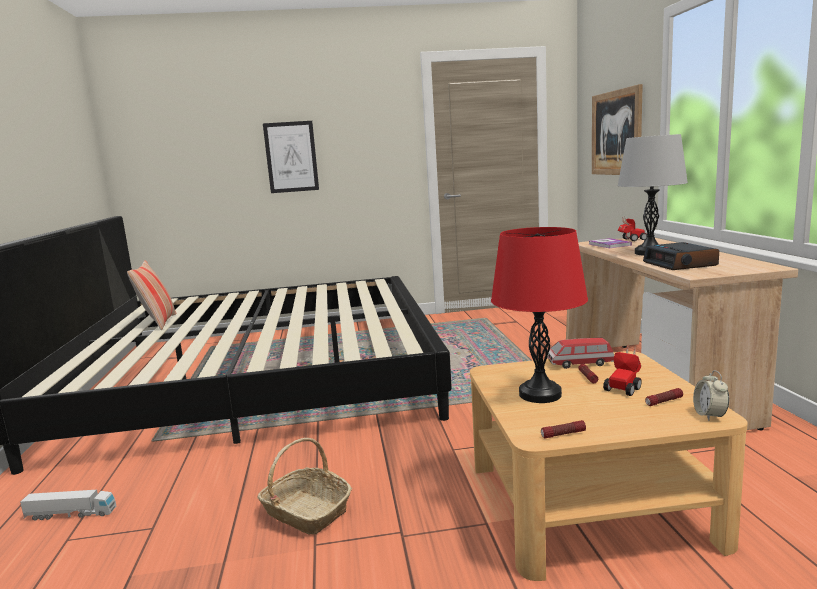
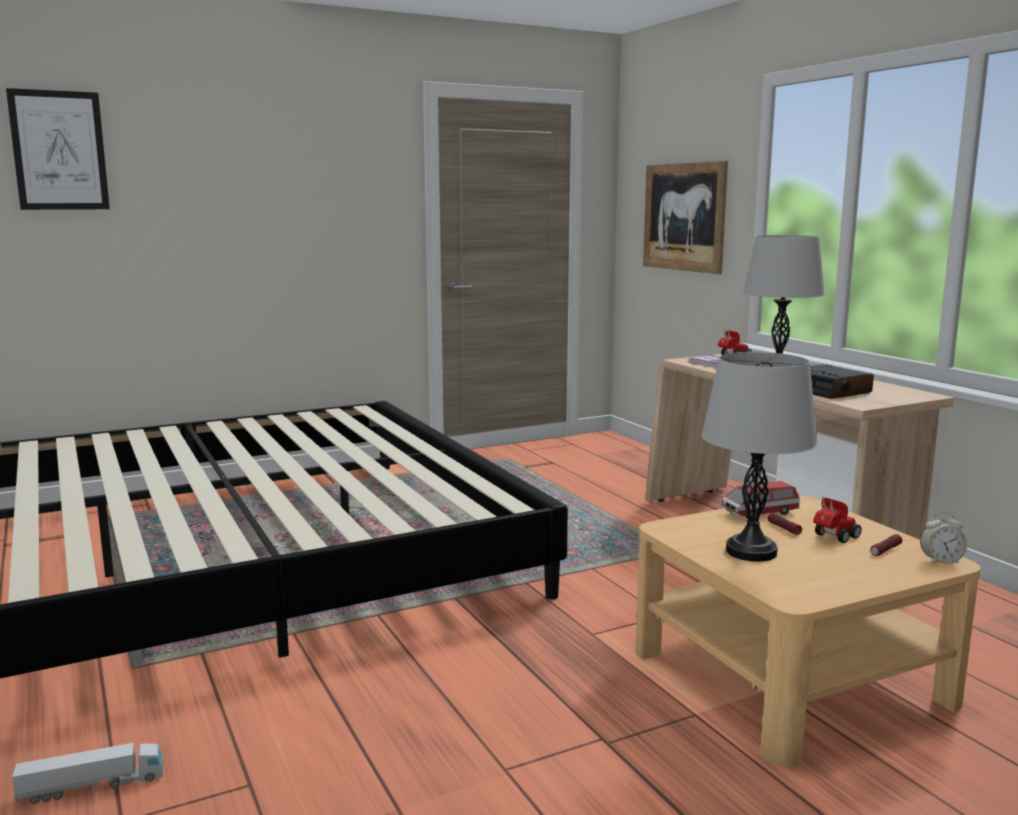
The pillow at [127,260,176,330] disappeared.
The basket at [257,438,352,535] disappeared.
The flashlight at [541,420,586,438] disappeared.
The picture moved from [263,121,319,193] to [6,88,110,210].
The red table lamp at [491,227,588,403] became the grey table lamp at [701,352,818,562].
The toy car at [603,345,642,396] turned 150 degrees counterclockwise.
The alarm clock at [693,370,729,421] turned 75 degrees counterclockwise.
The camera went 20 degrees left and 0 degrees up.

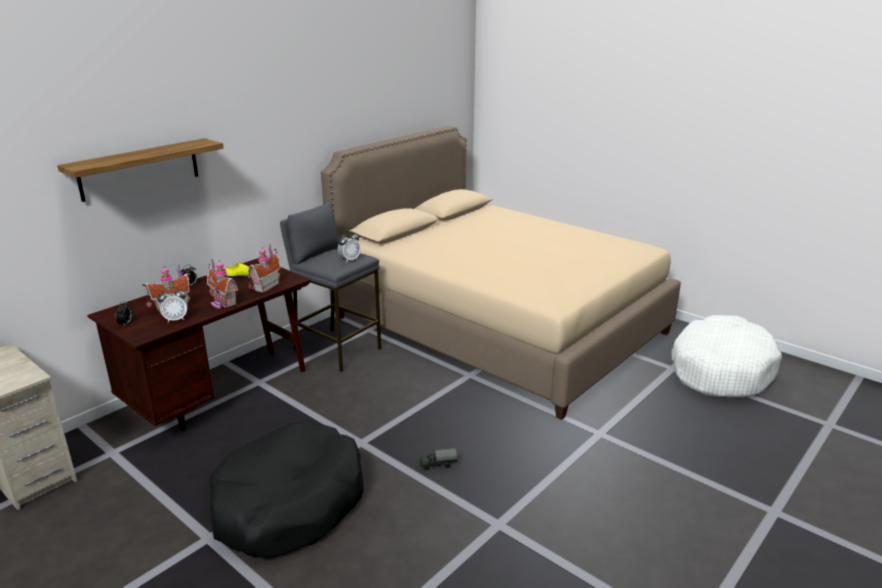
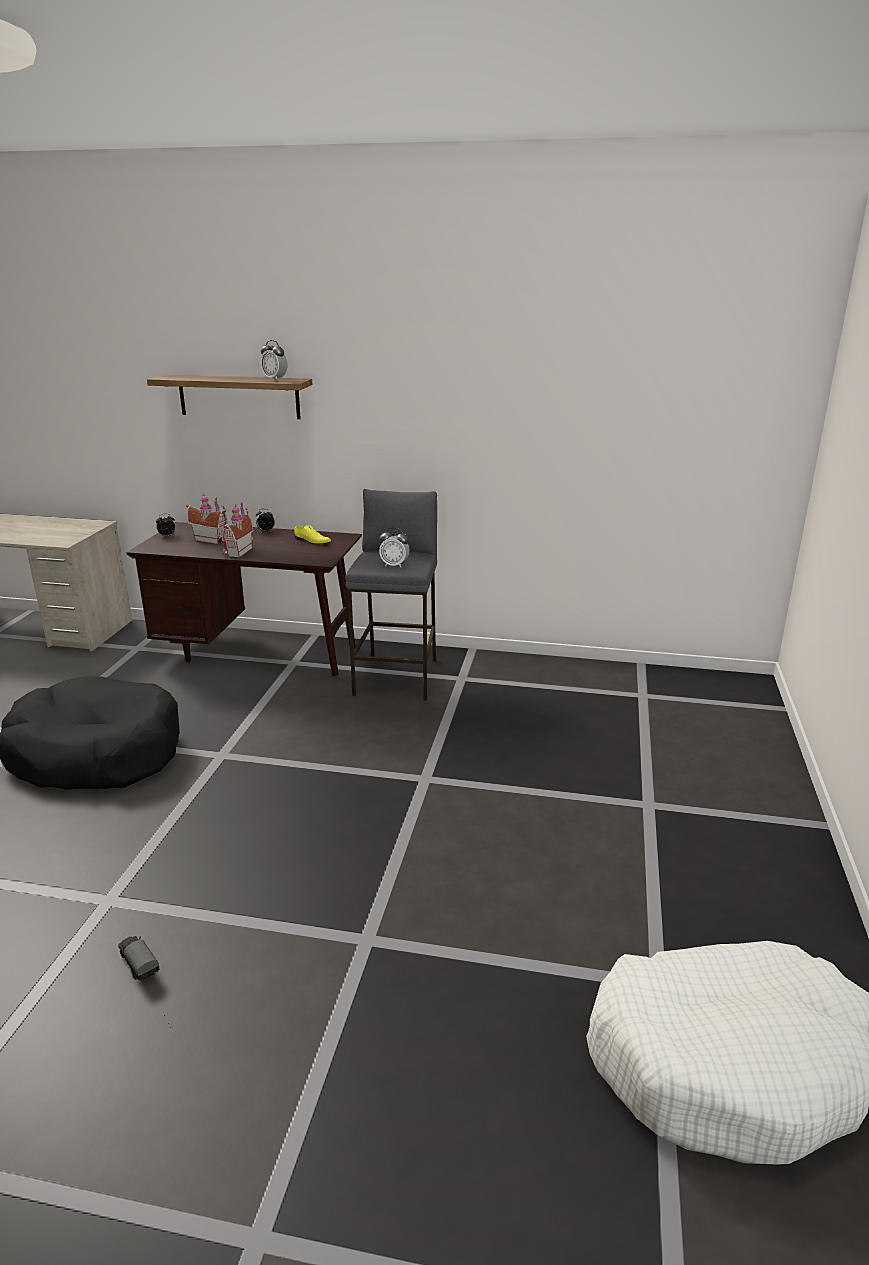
The toy house at [248,244,280,293] disappeared.
The beige bed at [321,126,681,420] disappeared.
The alarm clock moved from [157,287,187,322] to [260,340,288,381].
The toy truck moved from [420,448,457,470] to [118,936,160,980].
The camera went 60 degrees right and 0 degrees up.

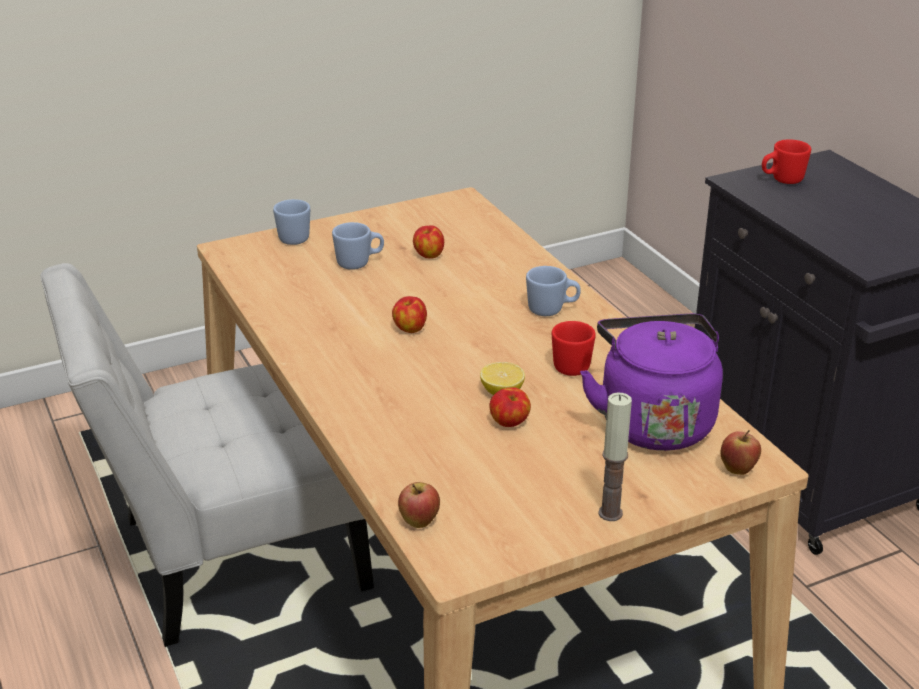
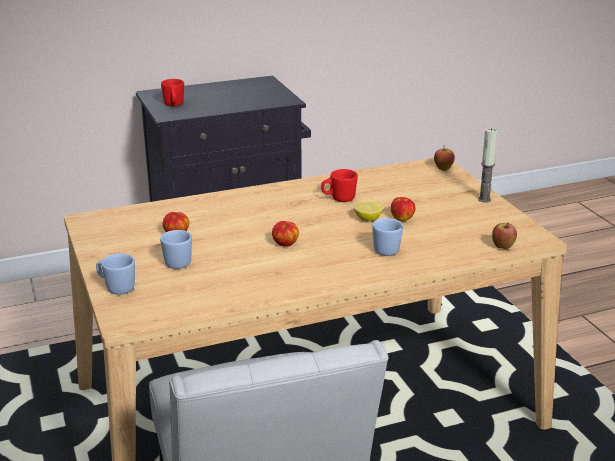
The purple kettle at [580,314,723,451] disappeared.
The blue mug moved from [526,266,581,316] to [372,218,403,256].
The camera went 85 degrees left and 5 degrees down.

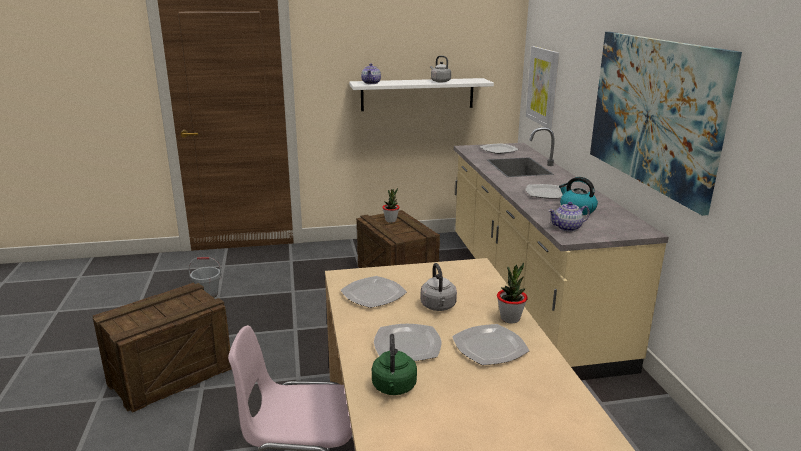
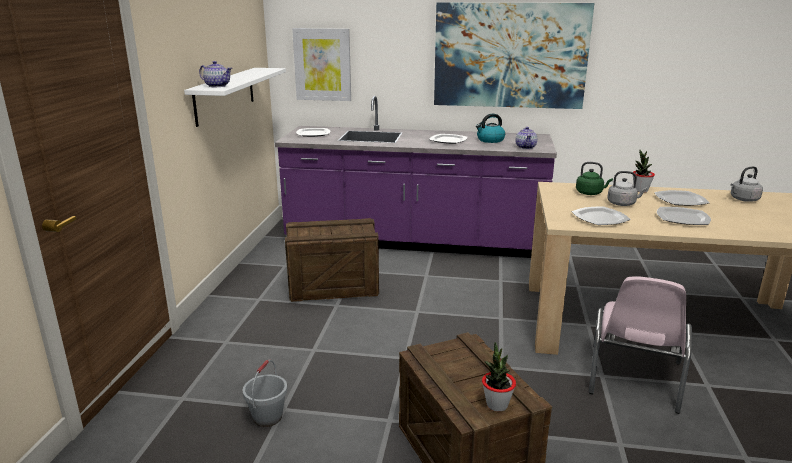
The green kettle moved from [372,334,417,395] to [576,162,613,195].
The potted plant moved from [382,188,400,223] to [482,342,516,412].
The grey kettle moved from [430,56,451,82] to [730,166,763,202].
The beige counter at [454,127,669,380] became the purple counter at [275,96,557,258].
The camera went 70 degrees left and 0 degrees up.

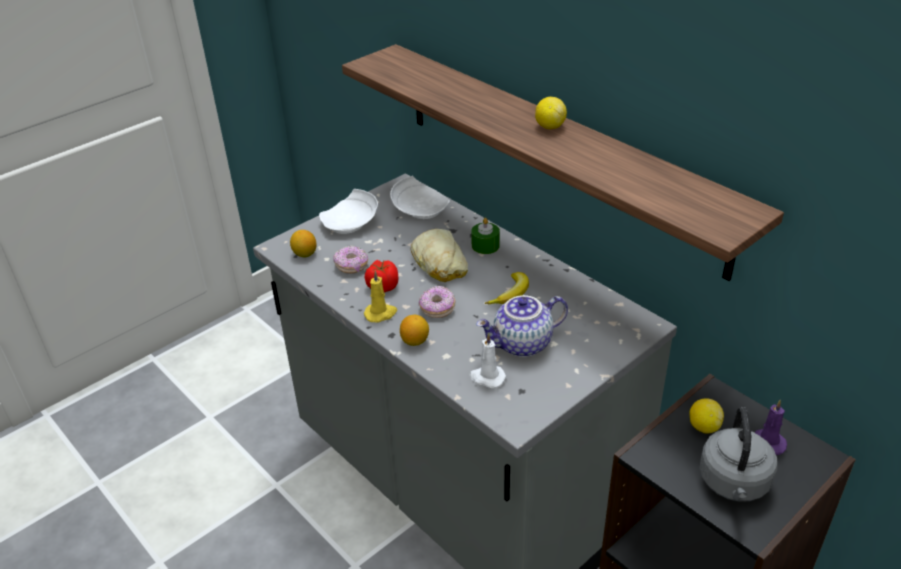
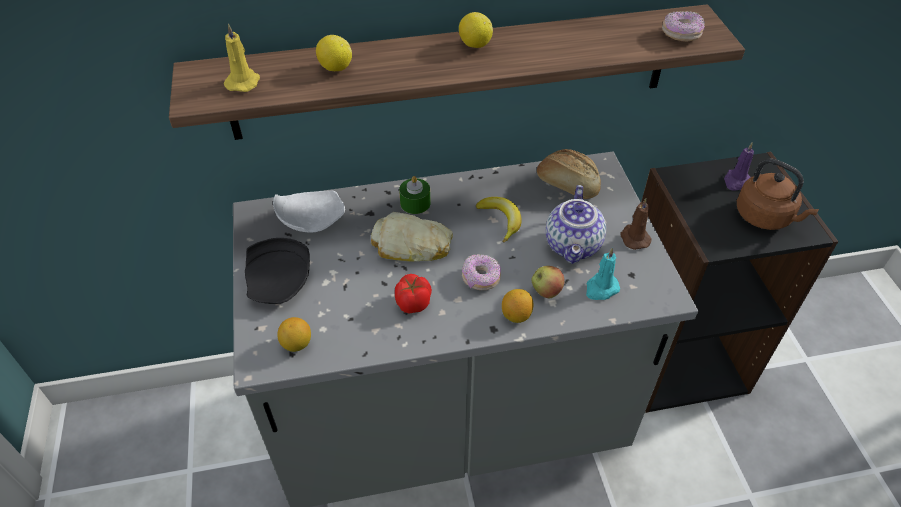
The apple at [531,266,565,298] appeared.
The bread at [537,149,601,199] appeared.
The brown candle at [620,198,652,250] appeared.
The donut moved from [333,245,368,274] to [662,11,705,42].
The yellow candle moved from [364,270,397,323] to [224,23,260,92].
The lemon moved from [689,399,724,434] to [316,35,352,71].
The white plate at [319,189,378,234] became the black plate at [245,238,310,304].
The white candle at [469,333,506,388] became the turquoise candle at [586,248,620,300].
The grey kettle at [699,407,777,502] became the brown kettle at [737,158,819,230].
The camera went 60 degrees left and 10 degrees up.

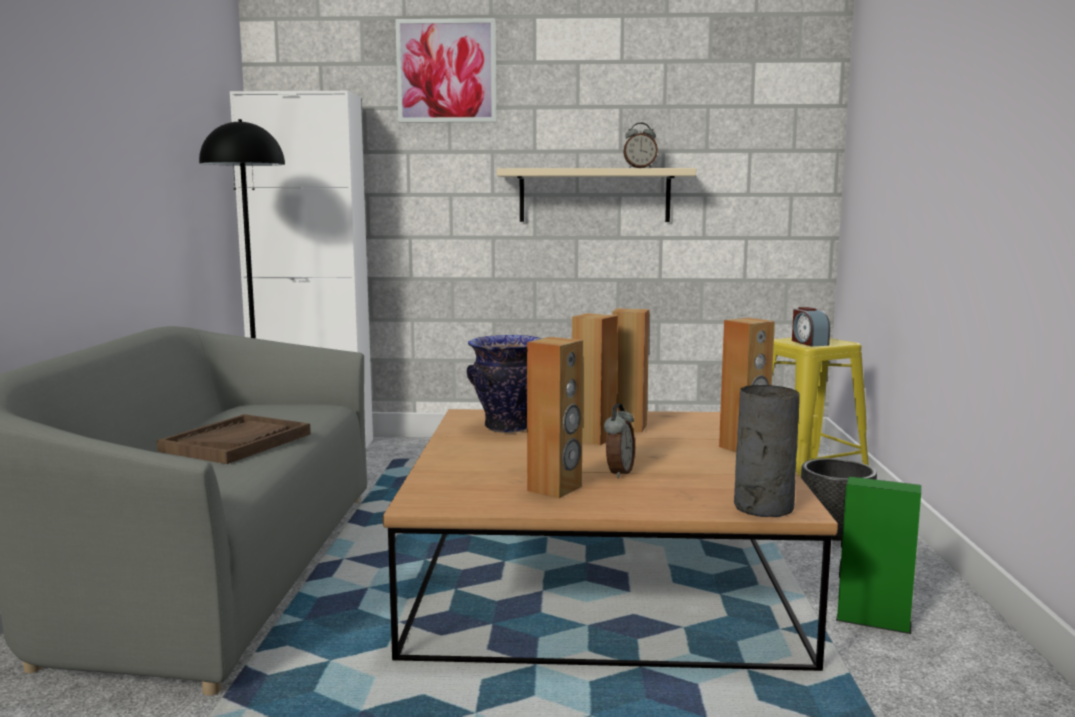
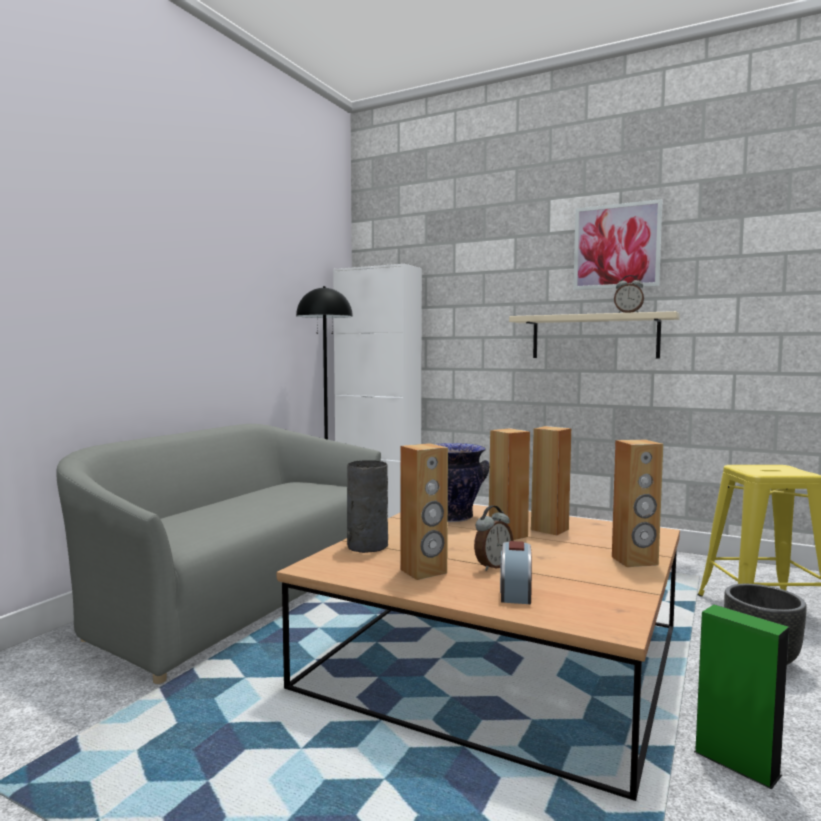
The brown tray at [157,414,311,464] disappeared.
The picture moved from [395,18,496,123] to [573,199,662,290].
The grey vase moved from [734,385,800,517] to [347,460,388,553].
The alarm clock moved from [792,307,830,346] to [500,541,532,604].
The camera went 25 degrees right and 5 degrees down.

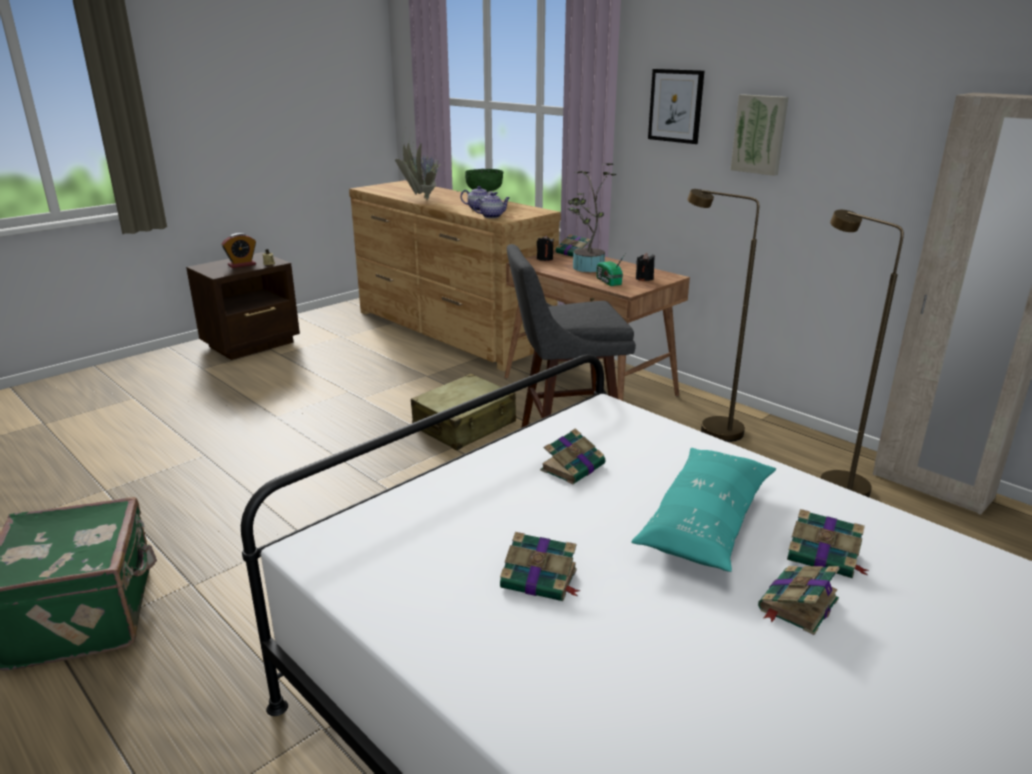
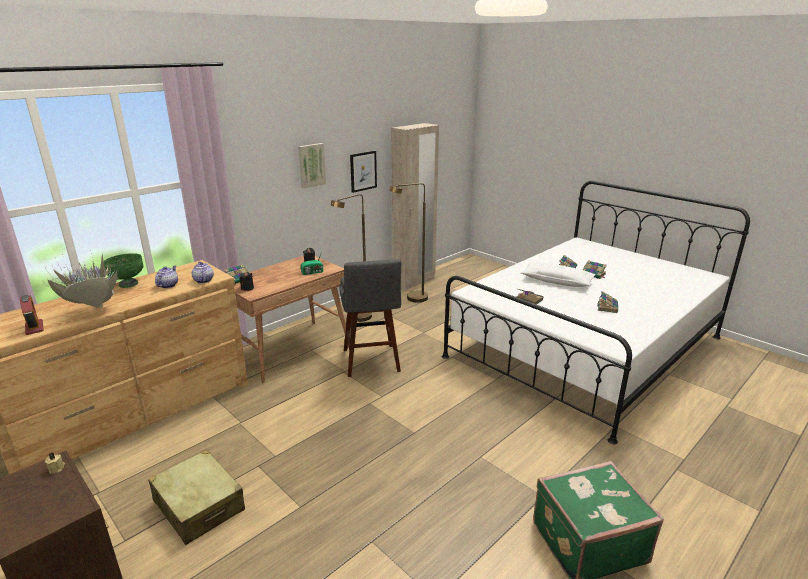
The potted plant at [568,163,617,272] disappeared.
The alarm clock moved from [221,233,256,268] to [20,295,44,335].
The beige suitcase moved from [411,373,516,450] to [148,449,245,545].
The picture moved from [648,69,704,144] to [350,151,377,193].
The turquoise pillow at [631,448,776,572] became the white pillow at [520,262,595,287].
The camera went 90 degrees left and 0 degrees up.

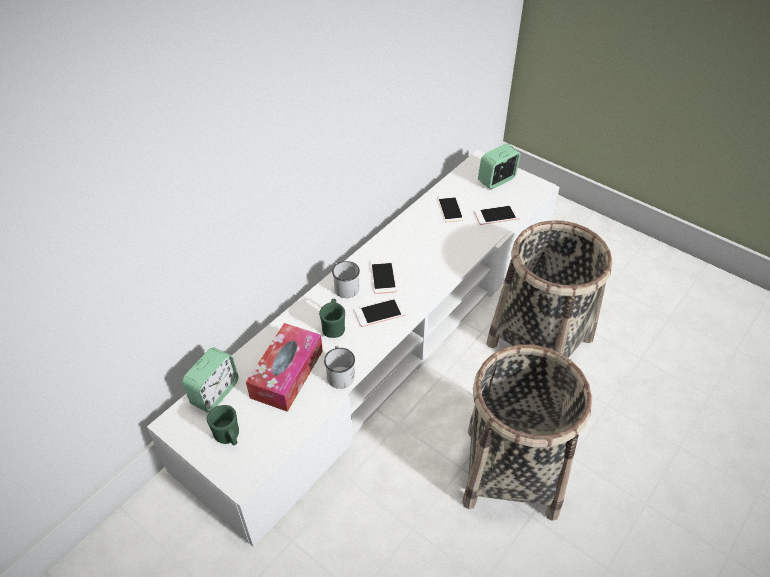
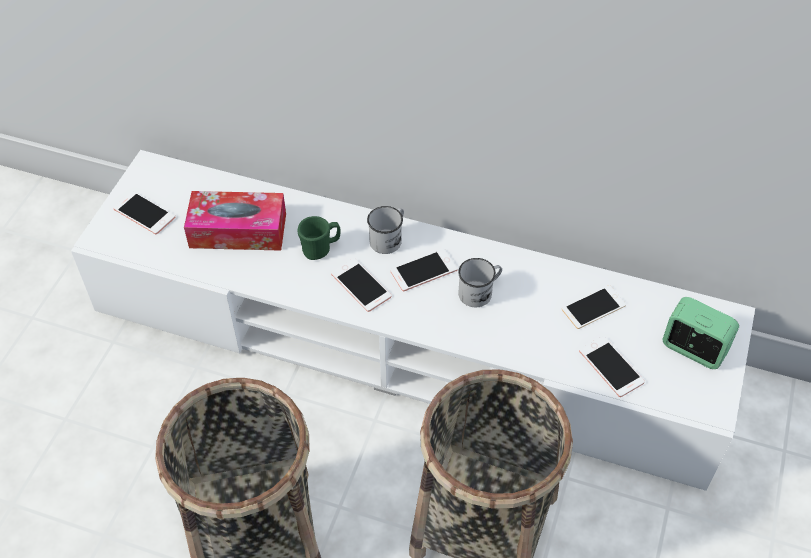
The alarm clock at [182,347,239,413] disappeared.
The white mug moved from [324,346,355,389] to [458,258,502,307].
The green mug at [207,405,239,446] was replaced by the phone at [113,191,175,234].
The camera went 70 degrees right and 5 degrees up.

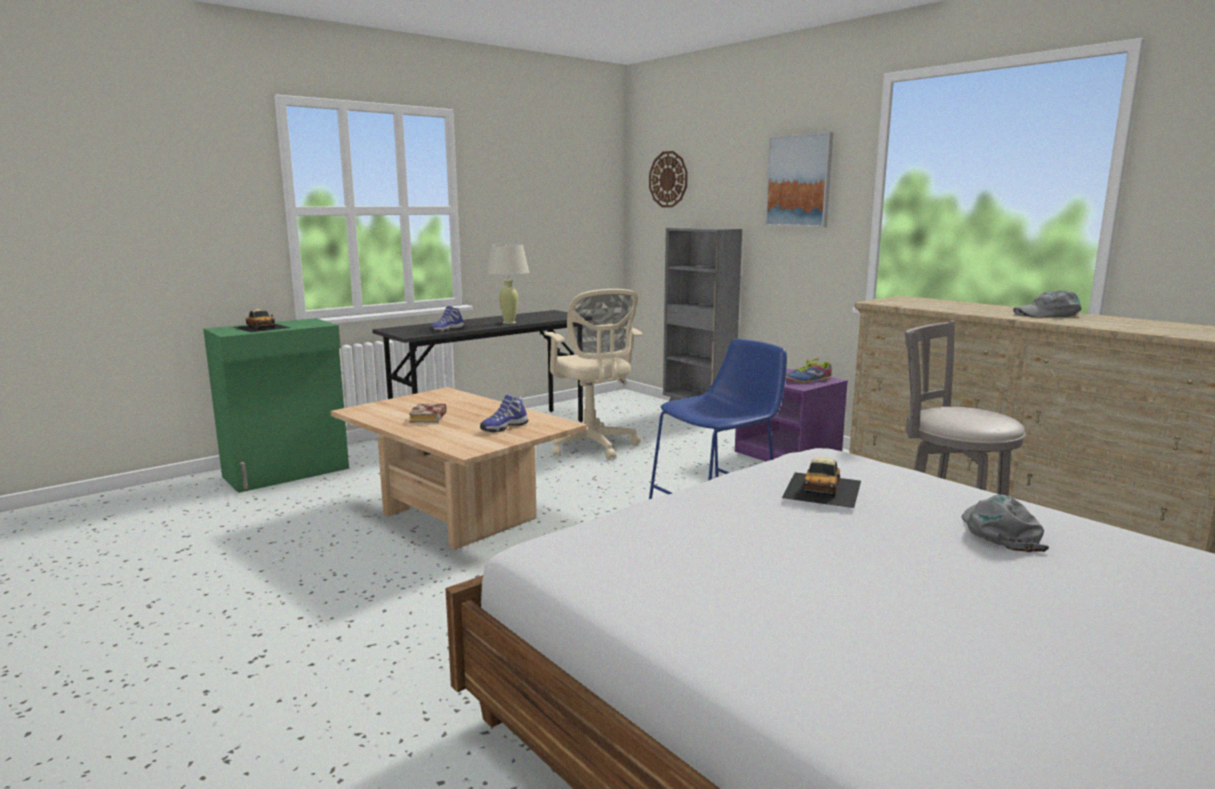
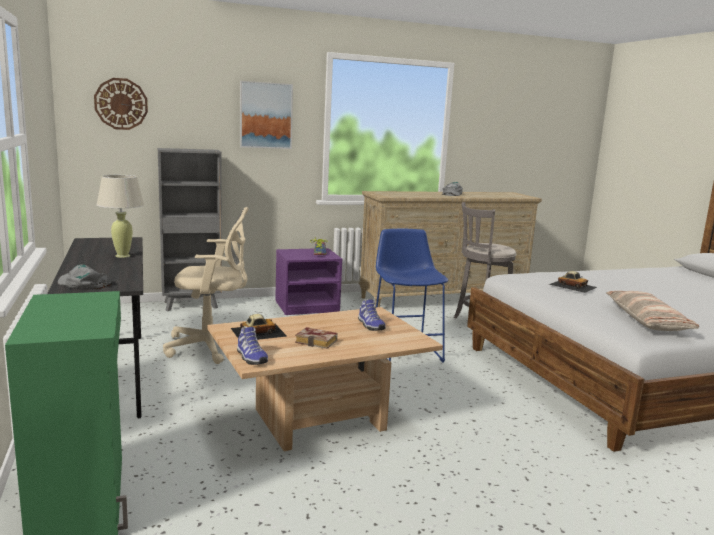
The pillow at [606,291,699,331] appeared.
The toy car moved from [234,309,290,332] to [231,314,287,340].
The shoe moved from [429,306,464,333] to [237,326,268,365].
The grey cap moved from [962,494,1049,552] to [57,265,113,289].
The camera went 70 degrees left and 0 degrees up.

